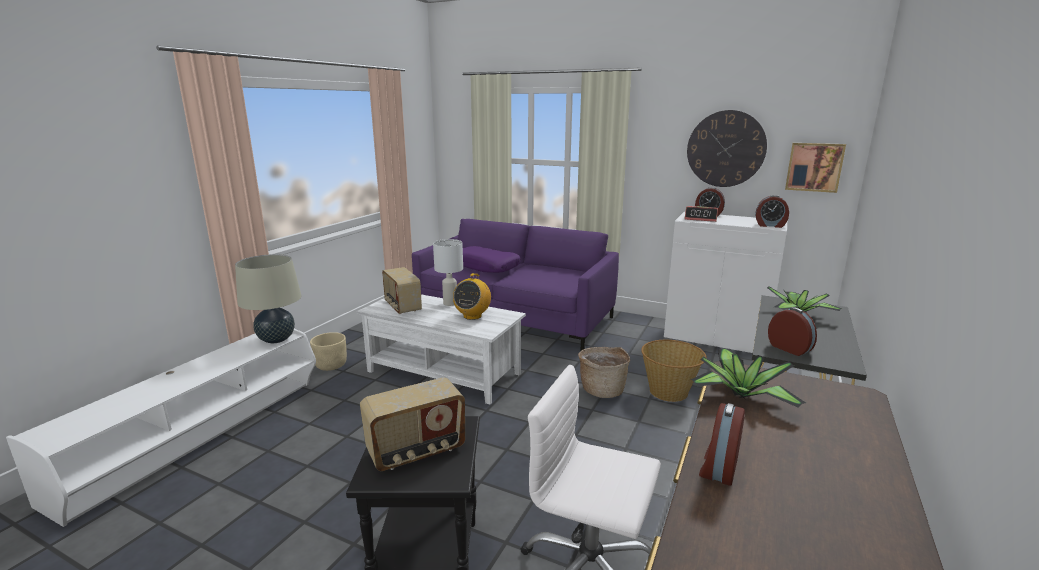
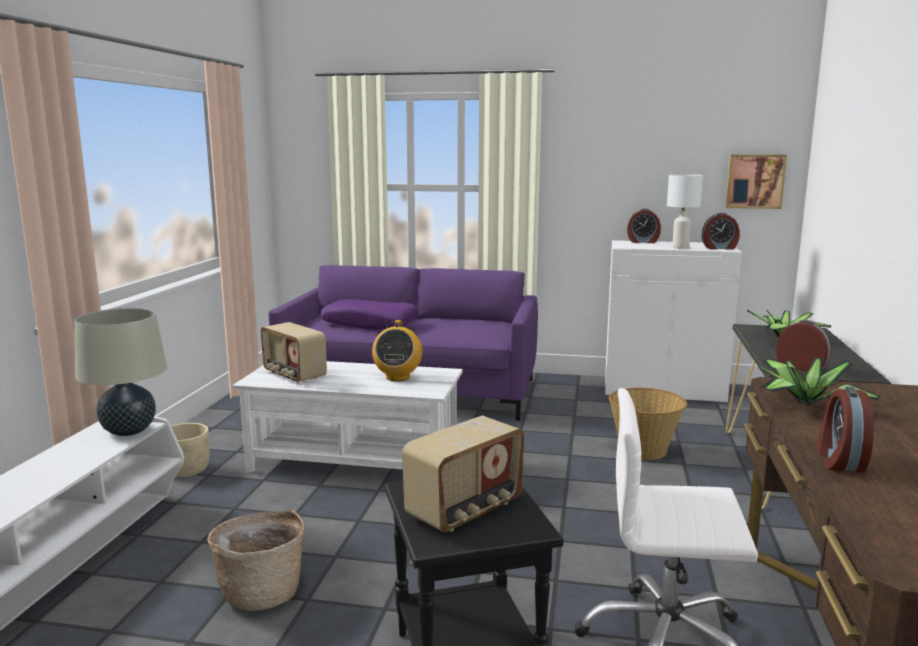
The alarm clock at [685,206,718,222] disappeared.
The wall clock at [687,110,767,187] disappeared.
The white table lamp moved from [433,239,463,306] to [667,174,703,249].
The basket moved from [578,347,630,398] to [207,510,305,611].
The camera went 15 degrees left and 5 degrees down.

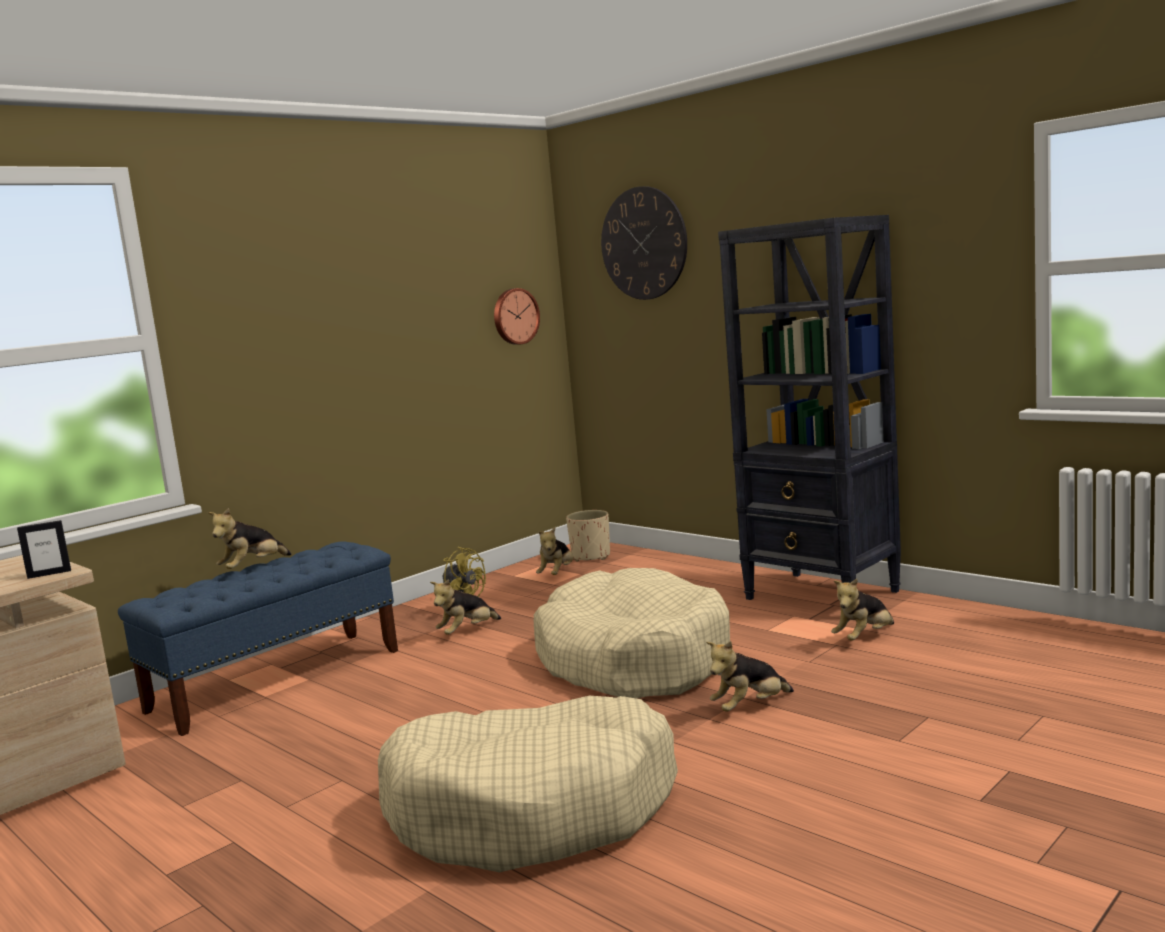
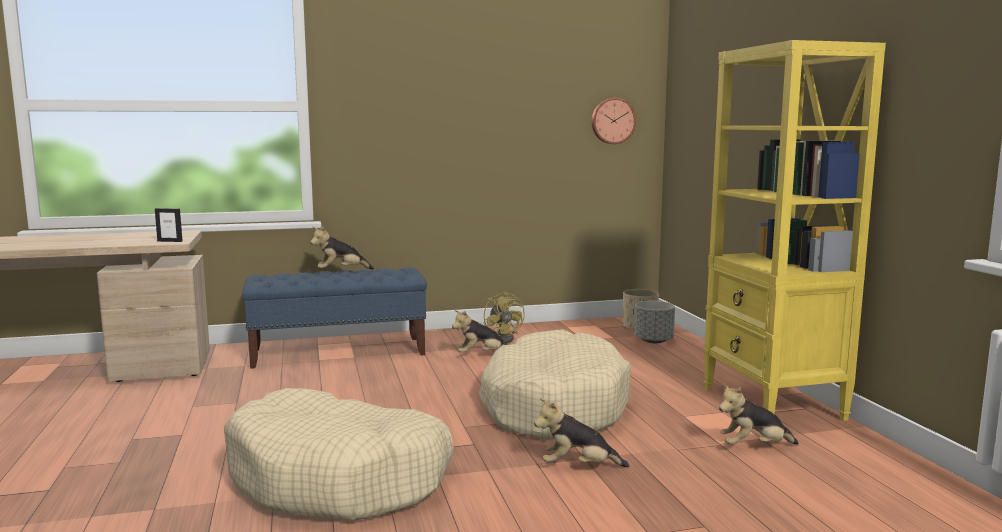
The plush toy at [536,527,573,575] disappeared.
The wall clock at [601,186,687,300] disappeared.
The grey planter at [634,301,675,343] appeared.
The black bookcase at [718,215,901,600] became the yellow bookcase at [703,40,886,421].
The camera went 30 degrees right and 0 degrees up.

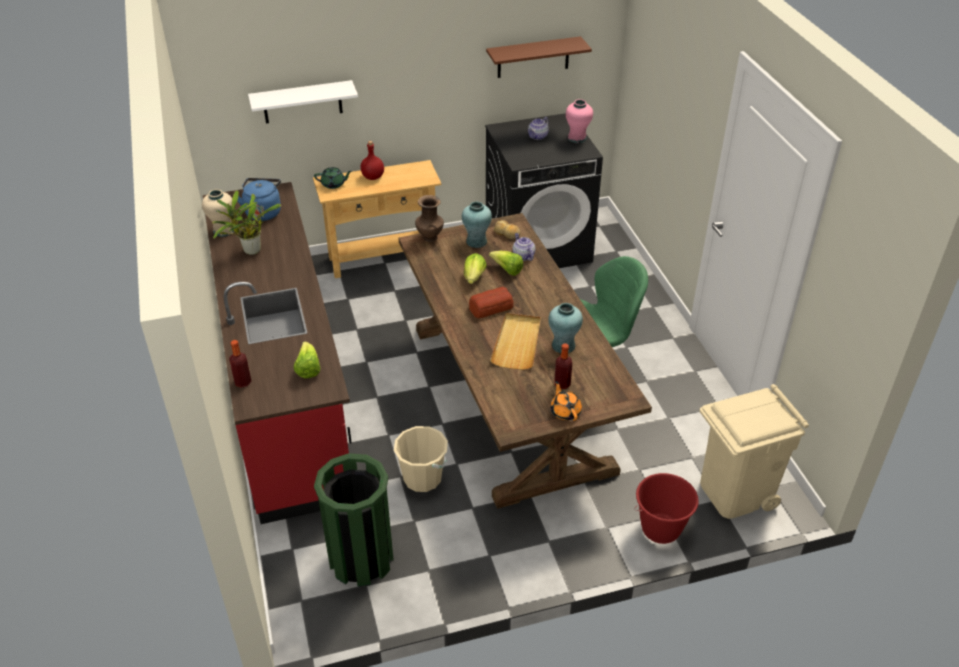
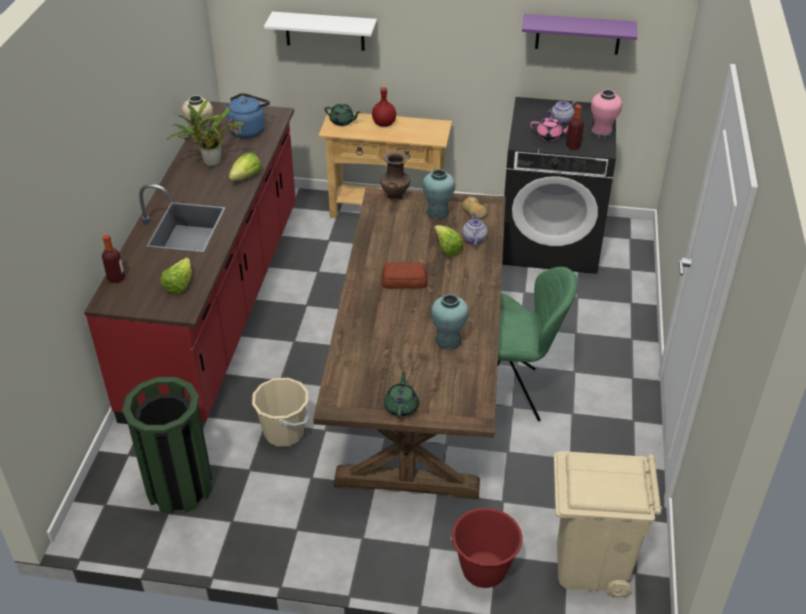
The beige tray at [490,313,541,370] disappeared.
The pink teapot at [530,117,568,141] appeared.
The lettuce moved from [464,253,487,284] to [229,153,261,181].
The bottle moved from [554,344,572,389] to [566,105,584,150].
The brown shelf at [486,36,592,78] became the purple shelf at [522,14,637,55].
The orange teapot at [550,381,582,421] became the green teapot at [384,372,419,418].
The camera went 25 degrees right and 0 degrees up.

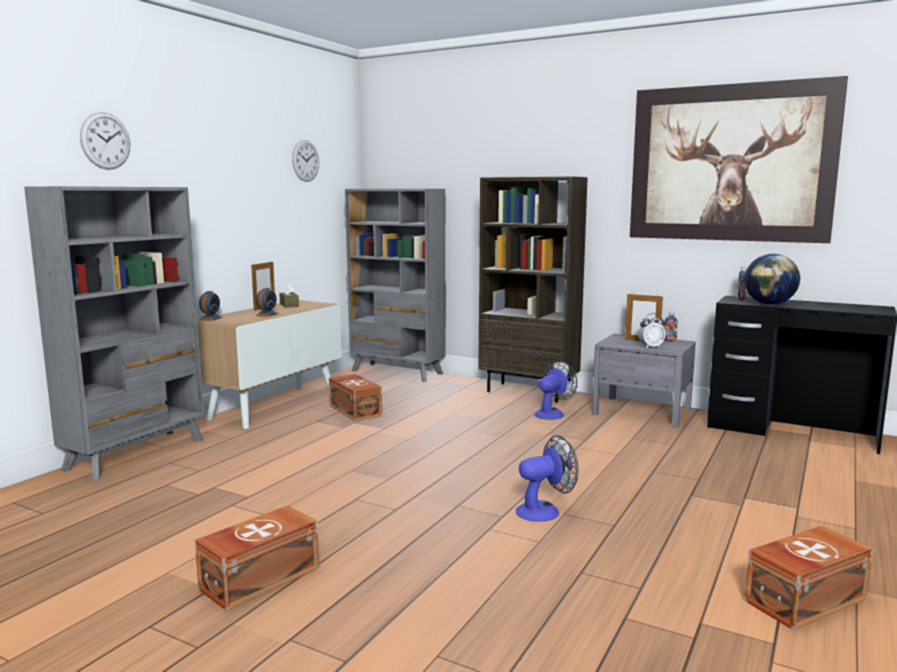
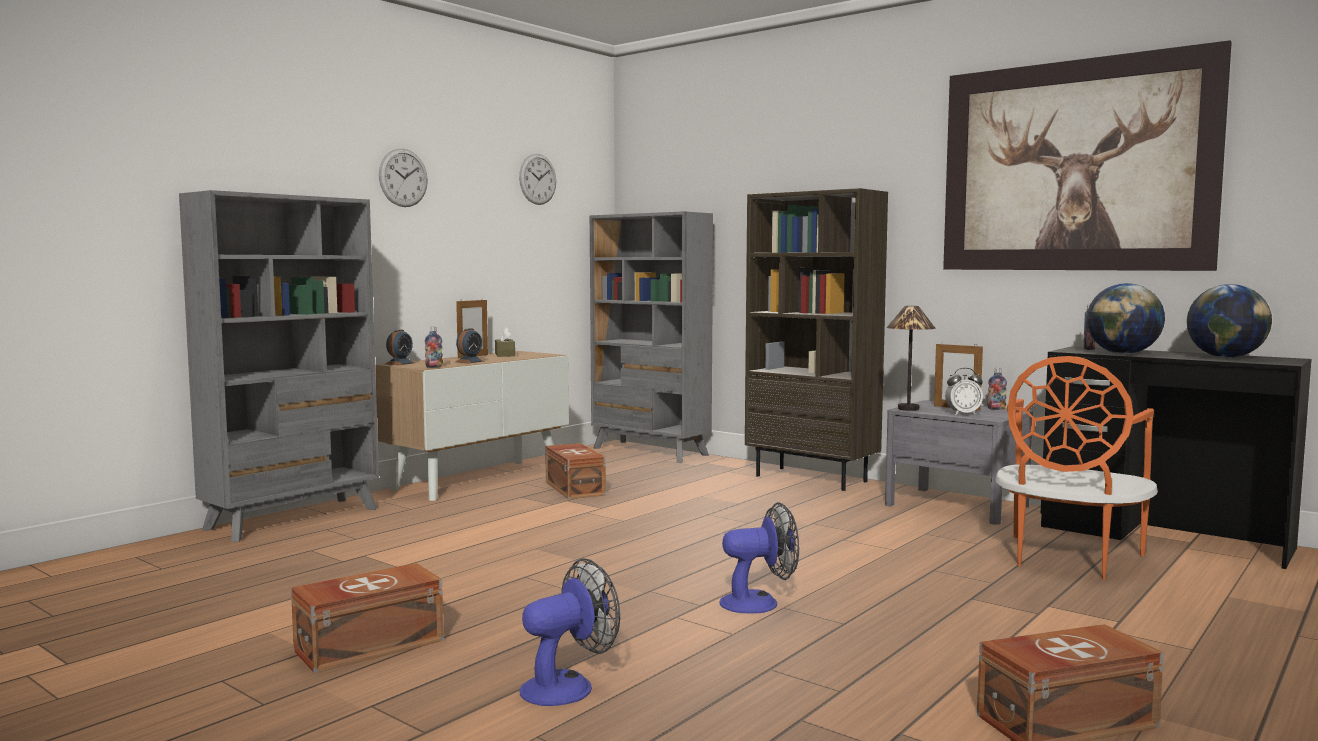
The bottle at [425,327,443,367] appeared.
The table lamp at [887,306,936,411] appeared.
The orange chair at [995,356,1158,580] appeared.
The globe at [1187,284,1272,358] appeared.
The wall clock moved from [80,112,130,170] to [379,149,428,207].
The fan moved from [534,360,577,420] to [520,558,620,706].
The camera went 10 degrees right and 5 degrees down.

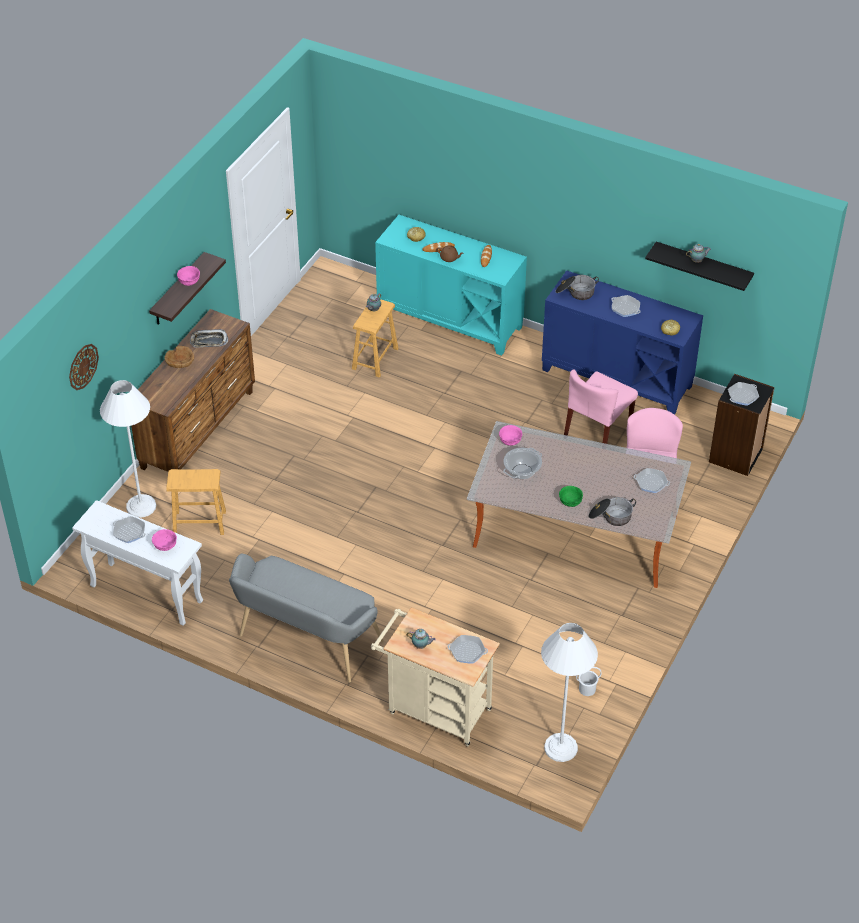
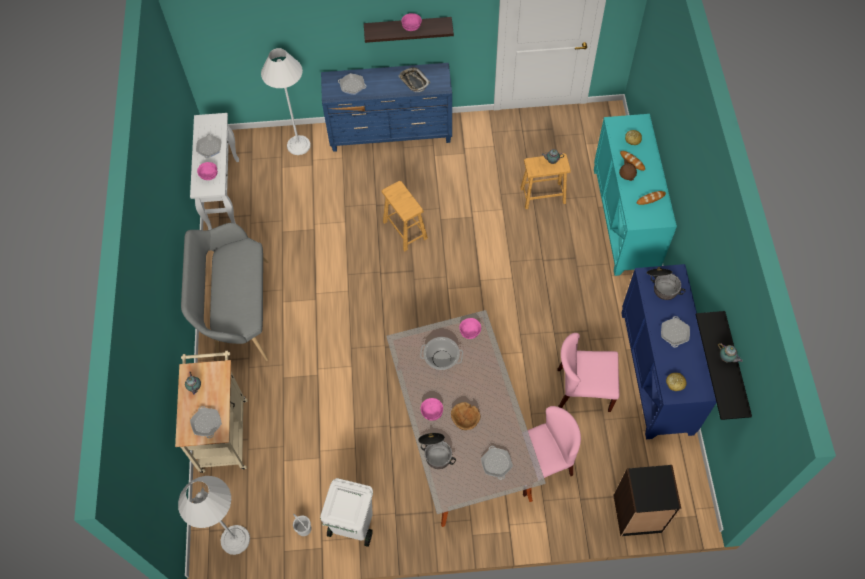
The wall clock at [69,344,99,390] disappeared.
The white trash can at [320,478,373,547] appeared.
The brown bowl moved from [164,346,194,368] to [451,402,480,430].
The brown stool moved from [166,469,226,535] to [382,181,428,251].
The frying pan moved from [728,382,759,406] to [338,73,366,95].
The brown dresser at [131,309,255,472] became the blue dresser at [321,63,452,152].
The green bowl at [559,486,583,507] became the pink bowl at [420,398,443,421].
The camera went 60 degrees right and 15 degrees up.

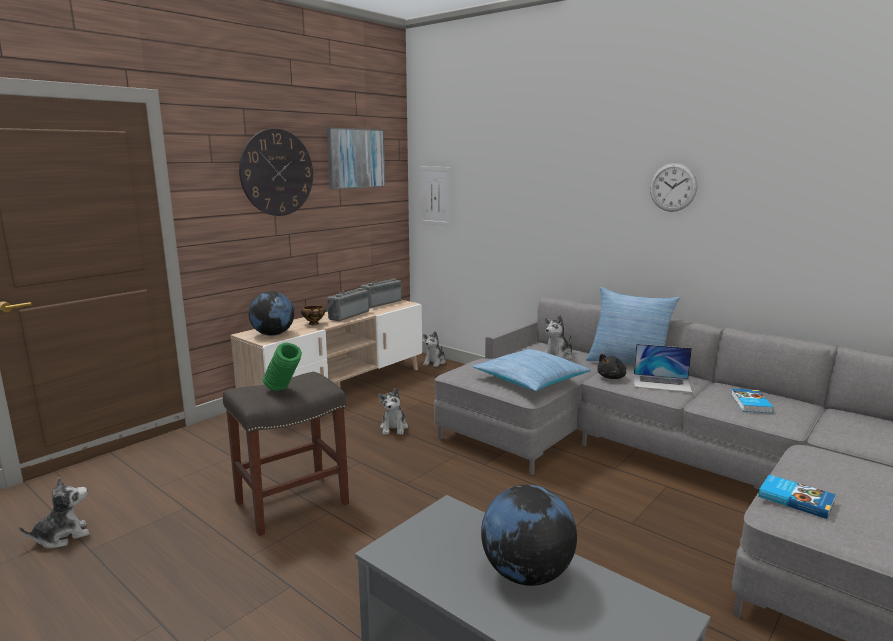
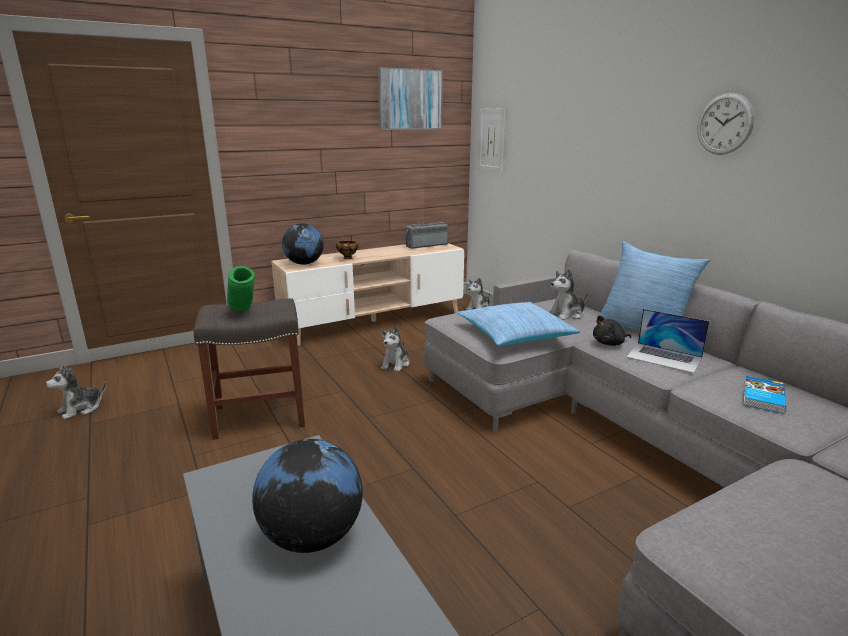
The wall clock at [239,129,313,216] disappeared.
The radio at [325,288,369,321] disappeared.
The book at [758,474,836,519] disappeared.
The plush toy at [19,477,90,548] turned 150 degrees clockwise.
The camera went 20 degrees right and 5 degrees up.

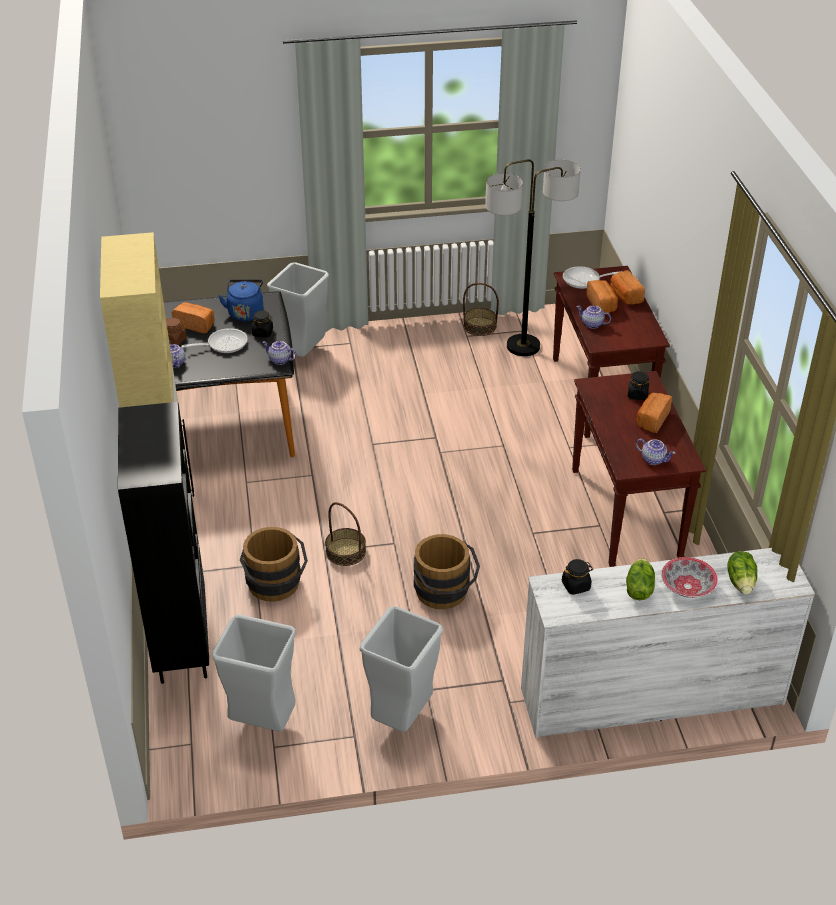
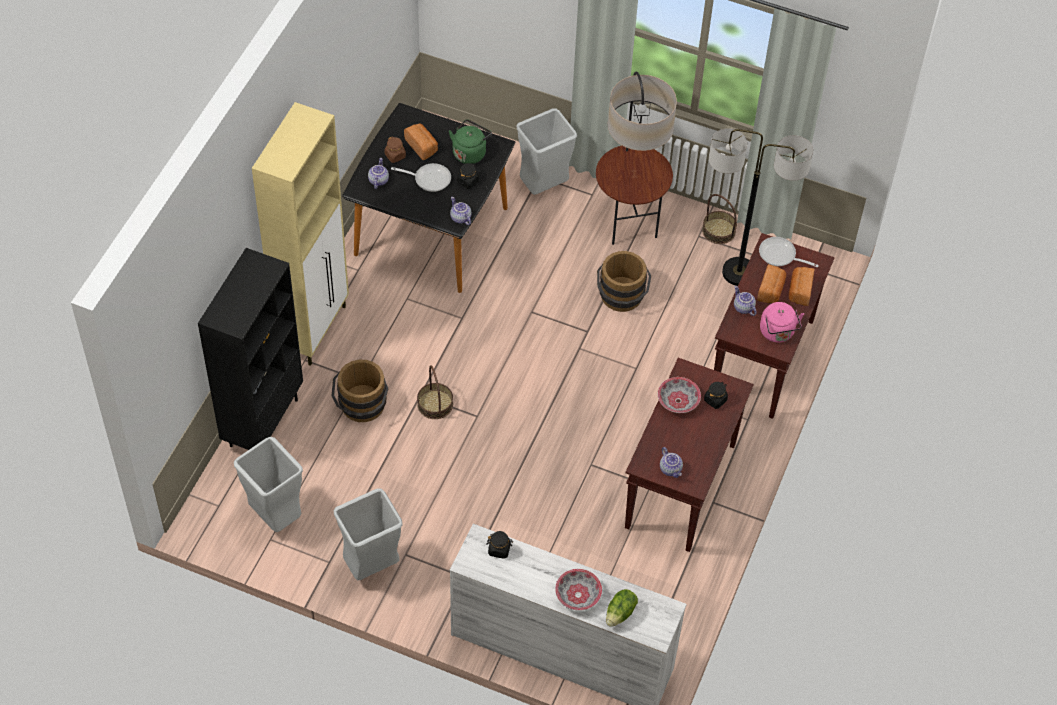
The lettuce at [626,558,655,600] disappeared.
The bread at [636,393,672,433] disappeared.
The floor lamp at [596,72,677,245] appeared.
The bowl at [658,377,701,413] appeared.
The pink kettle at [760,302,804,342] appeared.
The brown bucket moved from [414,534,480,609] to [597,251,651,312].
The blue kettle at [218,279,263,321] became the green kettle at [449,119,492,164].
The camera went 30 degrees right and 15 degrees up.

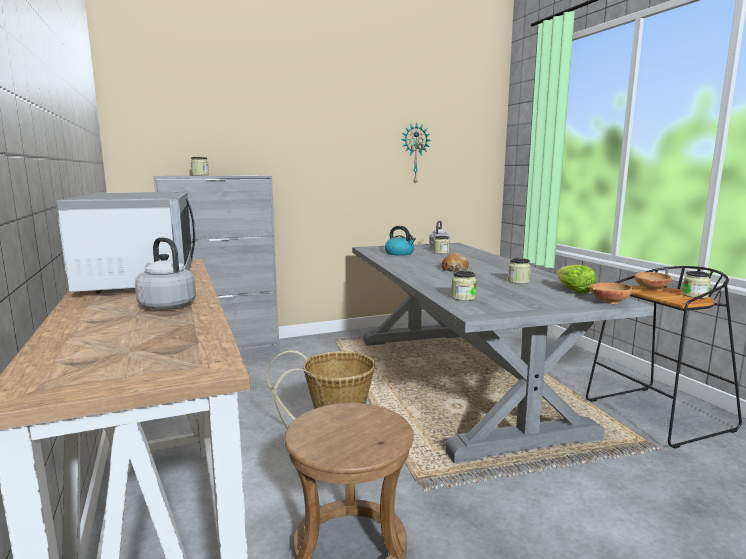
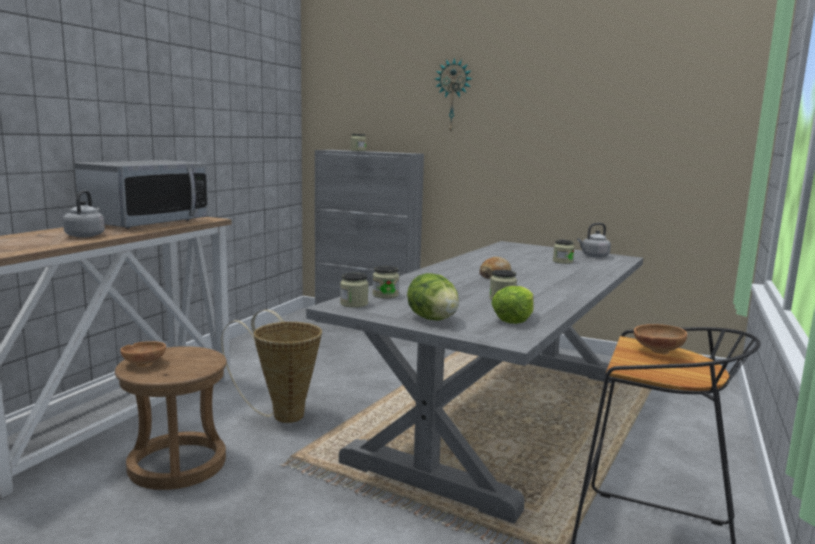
The kettle at [385,226,416,256] disappeared.
The lettuce at [407,273,459,320] appeared.
The wall clock moved from [401,123,431,185] to [435,57,472,131].
The brown bowl moved from [590,283,633,304] to [120,341,166,367].
The jar moved from [682,271,711,298] to [340,273,368,308].
The camera went 45 degrees right and 0 degrees up.

